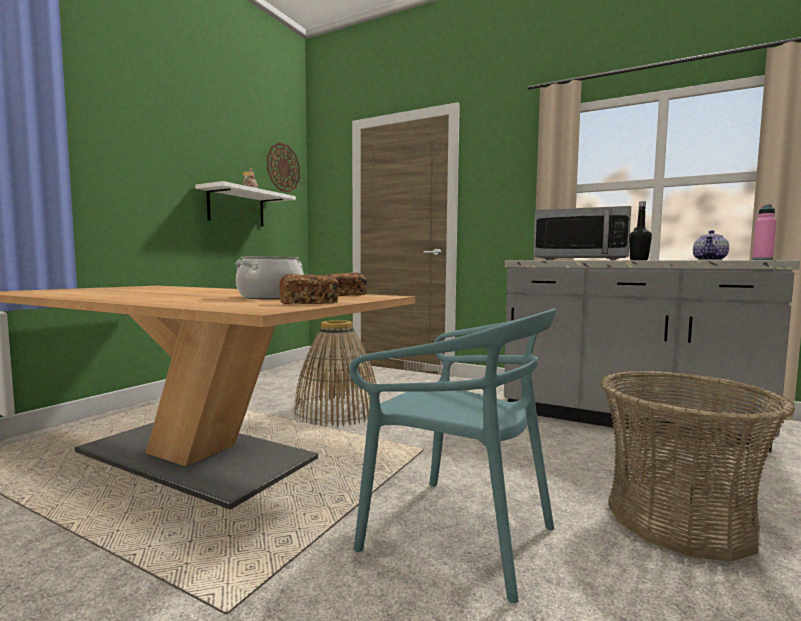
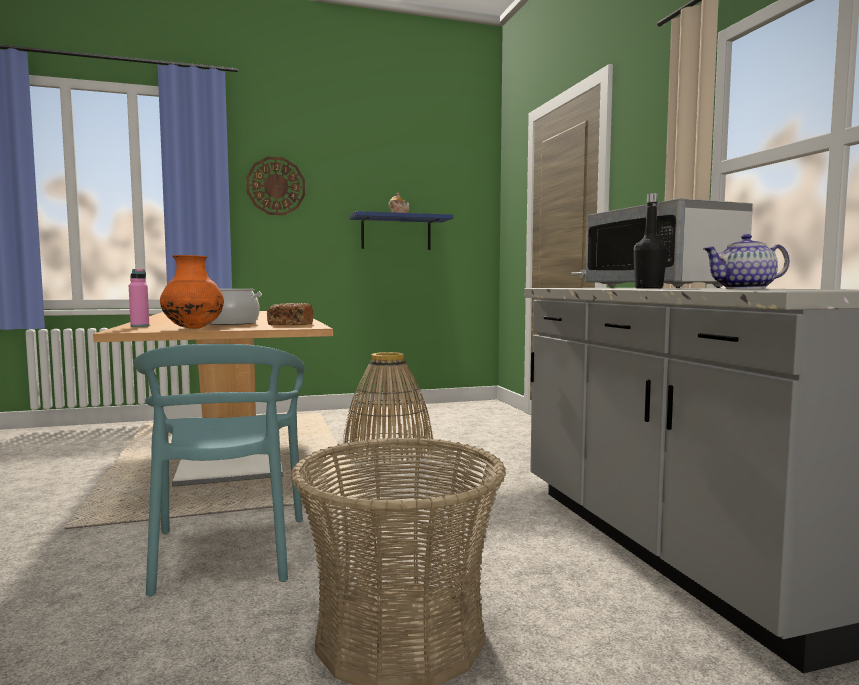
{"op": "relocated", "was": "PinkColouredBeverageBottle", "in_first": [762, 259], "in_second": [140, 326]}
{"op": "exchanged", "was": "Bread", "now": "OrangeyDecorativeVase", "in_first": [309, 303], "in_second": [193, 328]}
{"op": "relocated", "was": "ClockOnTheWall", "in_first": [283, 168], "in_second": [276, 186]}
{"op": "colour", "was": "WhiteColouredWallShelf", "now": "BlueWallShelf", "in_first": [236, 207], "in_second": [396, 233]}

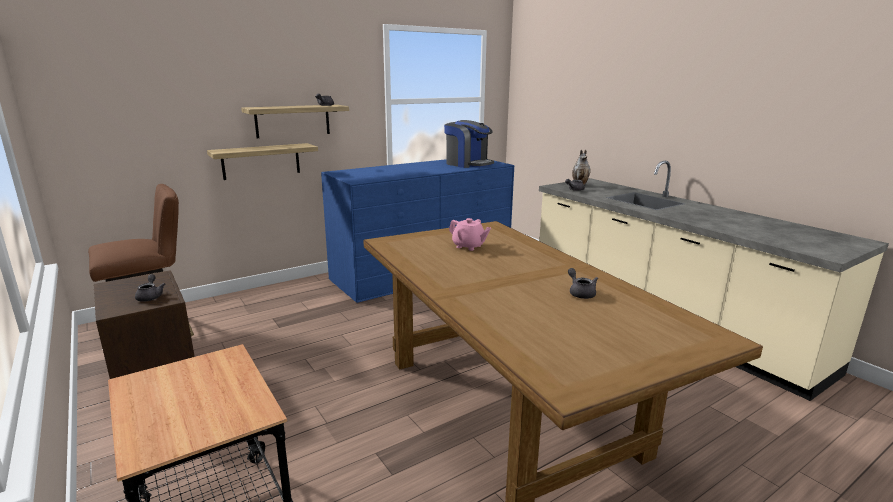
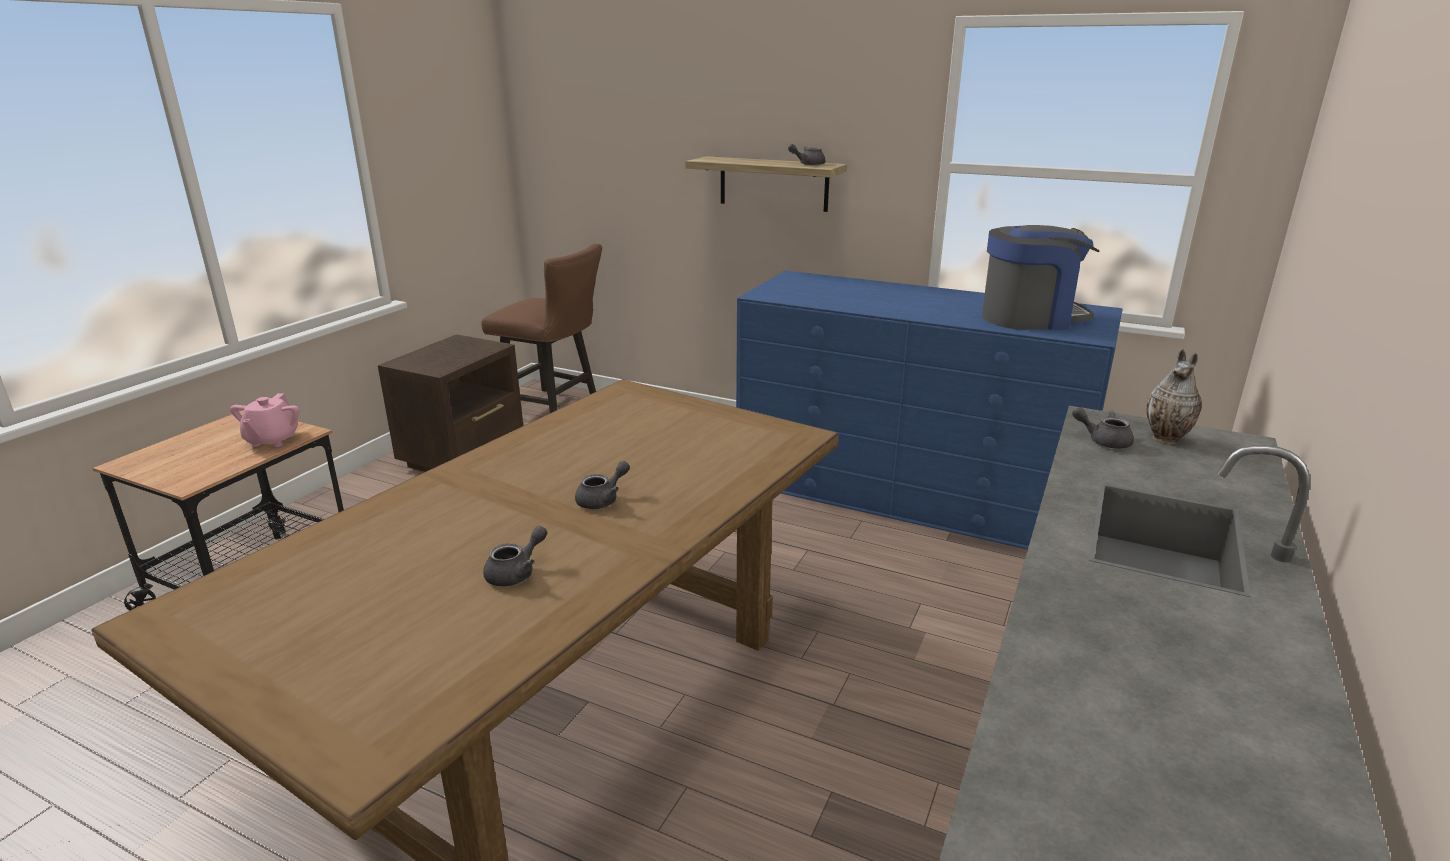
{"op": "relocated", "was": "PinkColouredPotForTea", "in_first": [468, 246], "in_second": [272, 440]}
{"op": "relocated", "was": "GreyishPotForTea", "in_first": [150, 296], "in_second": [603, 500]}
{"op": "spun", "was": "CoffeeMachine", "in_first": [468, 164], "in_second": [1030, 318], "clockwise": -105}
{"op": "missing", "was": "WallShelf", "in_first": [261, 161]}

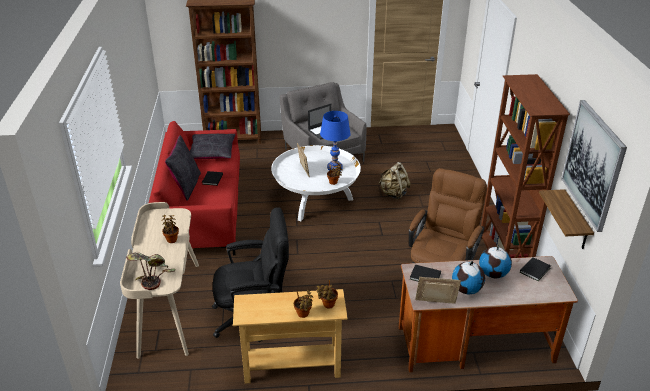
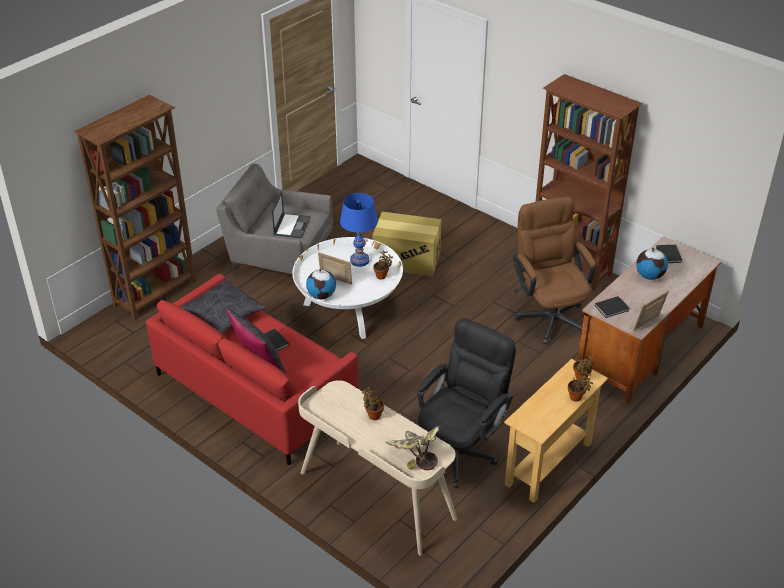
{"op": "relocated", "was": "Globe", "in_first": [467, 290], "in_second": [322, 295]}
{"op": "exchanged", "was": "BeigeColouredKnapsack", "now": "CardboardBox", "in_first": [393, 194], "in_second": [407, 260]}
{"op": "missing", "was": "WallShelf", "in_first": [576, 221]}
{"op": "missing", "was": "WallArt", "in_first": [593, 164]}

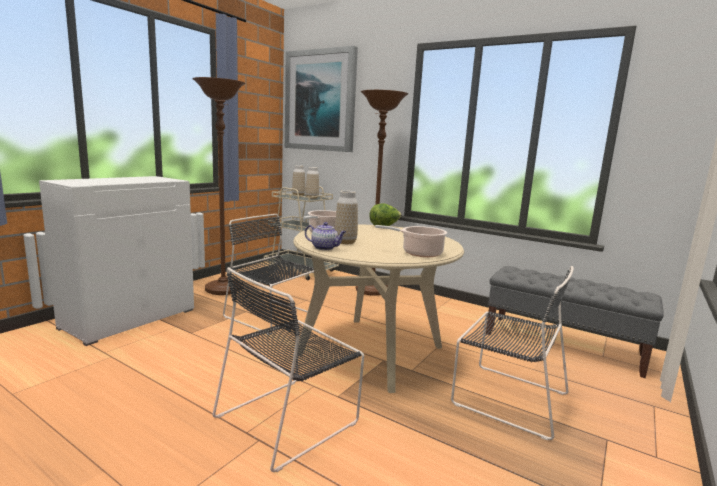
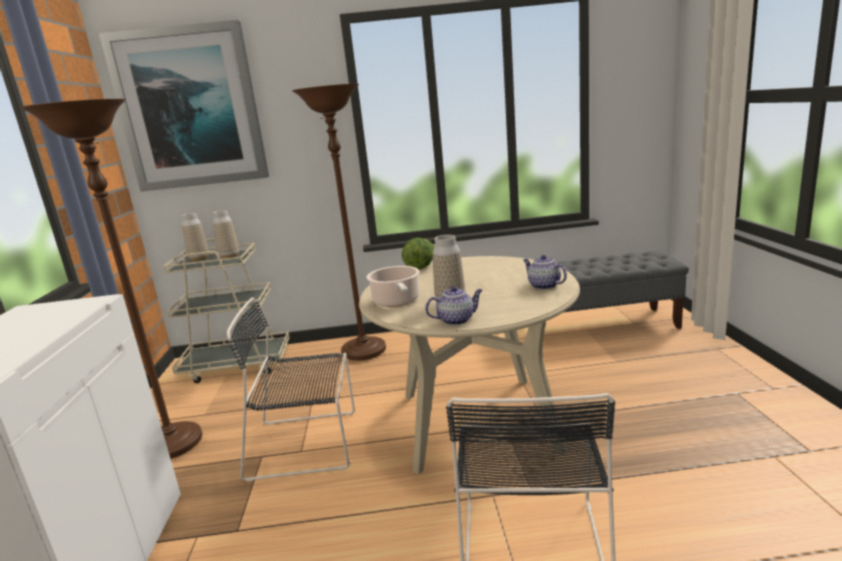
{"op": "exchanged", "was": "Stockpot", "now": "PotForTea", "in_first": [419, 253], "in_second": [543, 285]}
{"op": "missing", "was": "BlackColouredPlainChair", "in_first": [506, 397]}

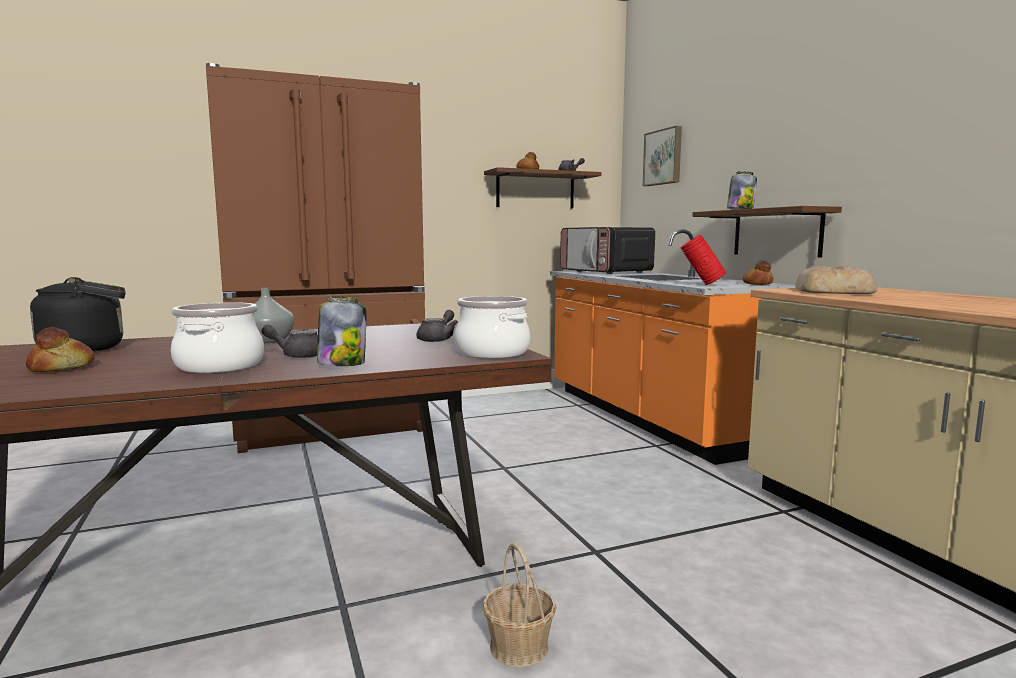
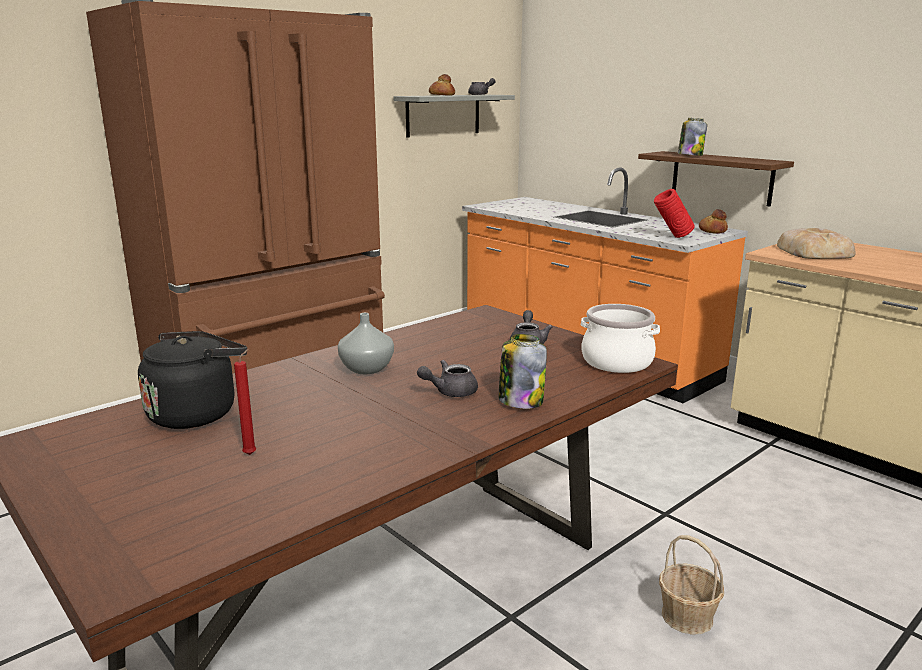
{"op": "exchanged", "was": "Bread", "now": "RedWaxLight", "in_first": [62, 368], "in_second": [251, 454]}
{"op": "colour", "was": "BrownishWallShelf", "now": "GreyishWallShelf", "in_first": [535, 190], "in_second": [443, 115]}
{"op": "missing", "was": "Stockpot", "in_first": [219, 366]}
{"op": "missing", "was": "KitchenMicrowave", "in_first": [606, 272]}
{"op": "missing", "was": "WallArt", "in_first": [664, 157]}

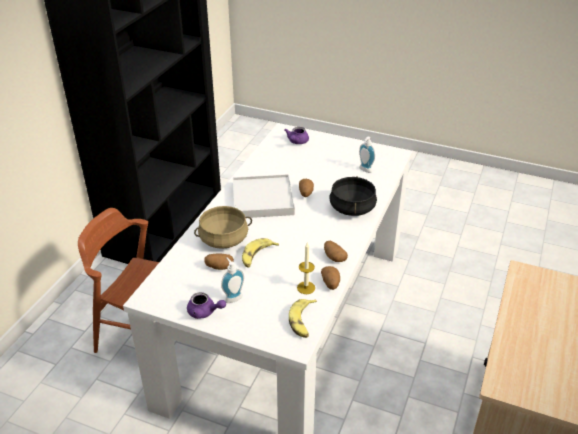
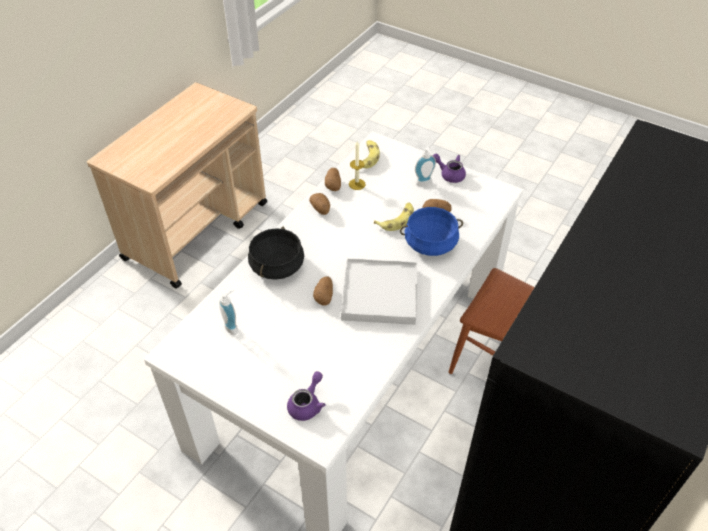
{"op": "colour", "was": "BeigeColouredStockpot", "now": "BlueStockpot", "in_first": [223, 240], "in_second": [430, 243]}

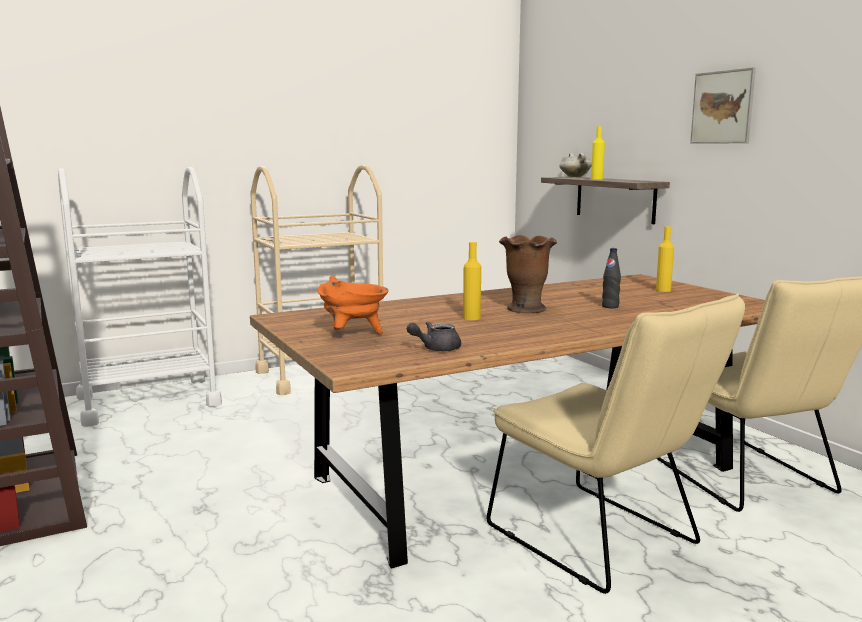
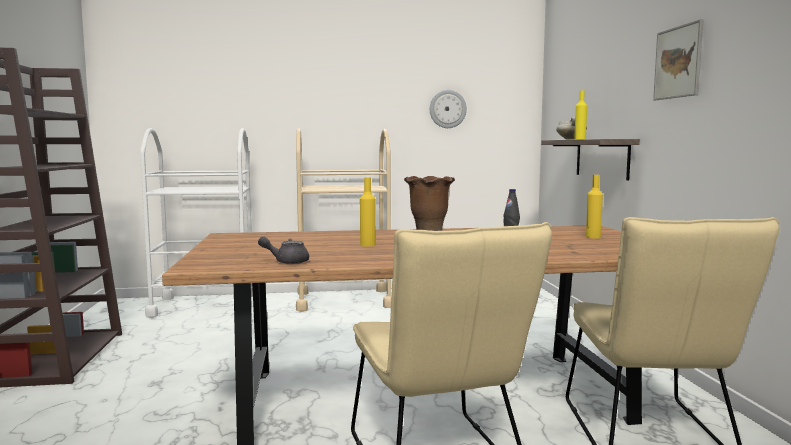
{"op": "appeared", "now": "ClockOnTheWall", "in_second": [447, 109]}
{"op": "missing", "was": "OrangeyStockpot", "in_first": [353, 335]}

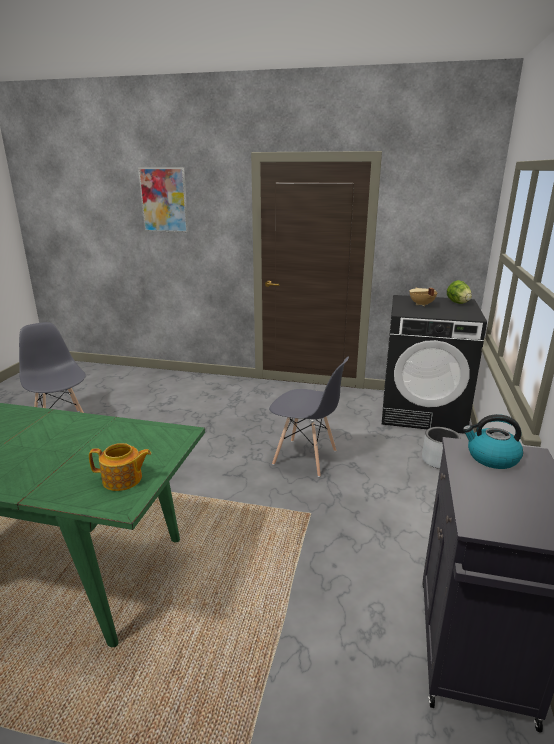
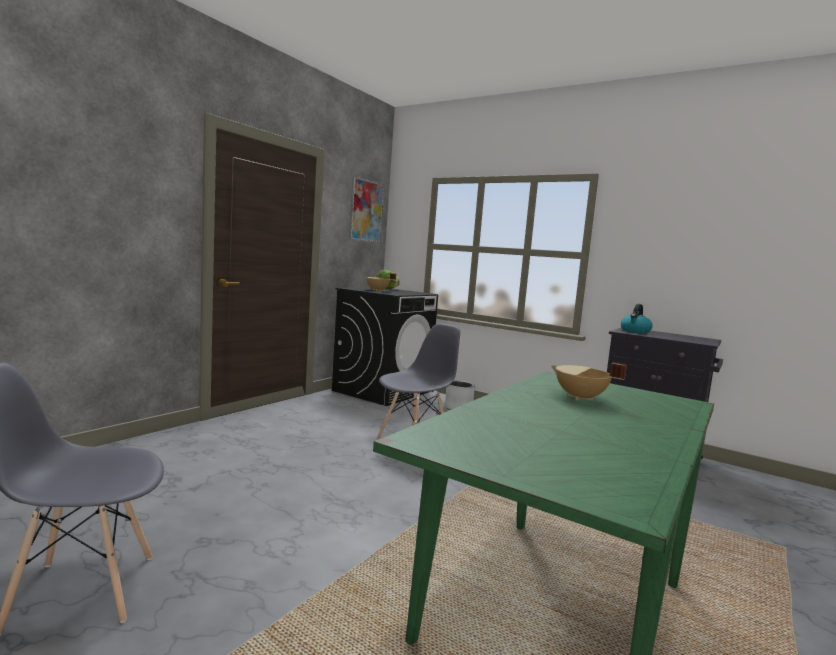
{"op": "relocated", "was": "WallArt", "in_first": [164, 200], "in_second": [365, 211]}
{"op": "appeared", "now": "BeigeColouredStockpot", "in_second": [580, 398]}
{"op": "missing", "was": "PotForTea", "in_first": [123, 480]}

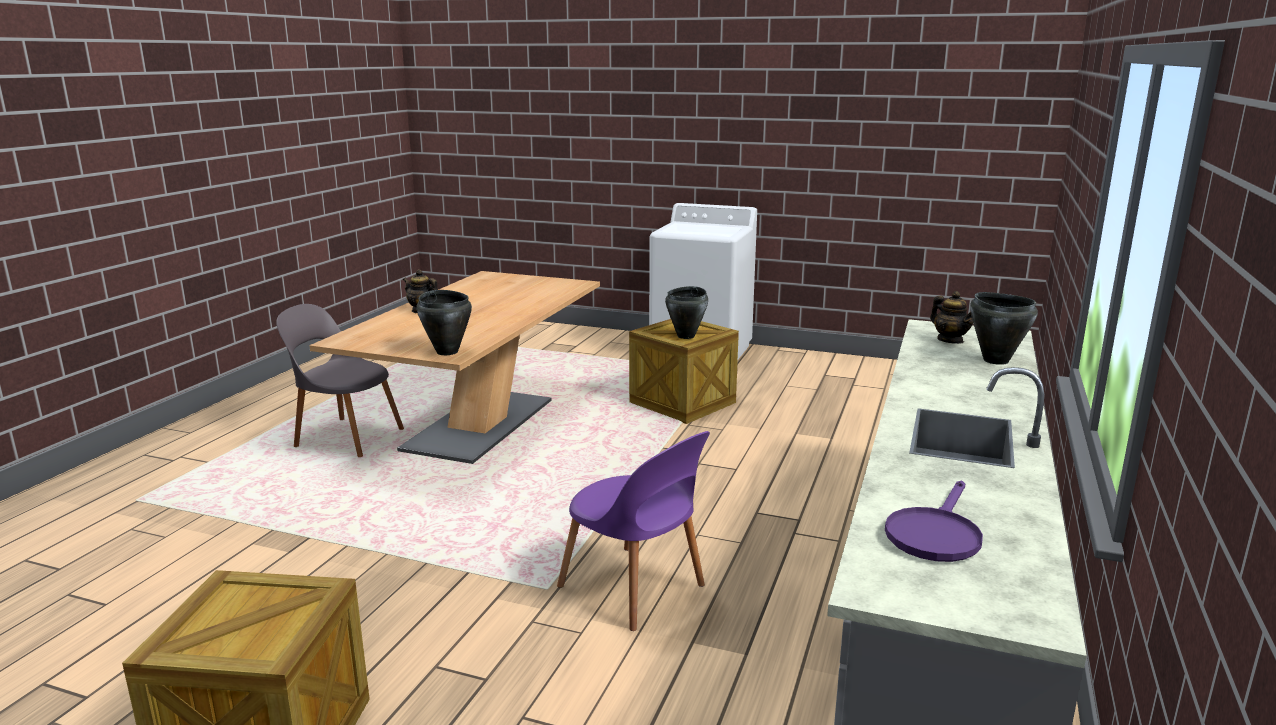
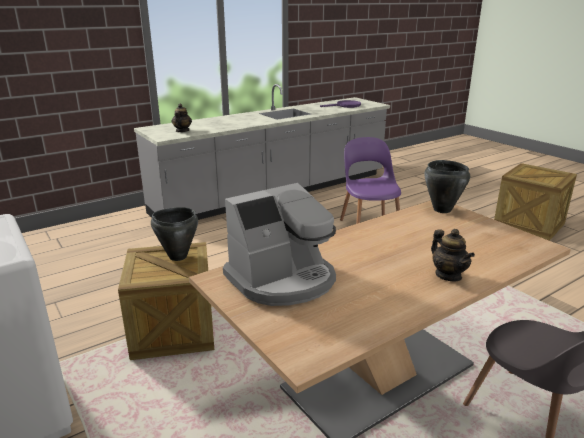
{"op": "appeared", "now": "CoffeeMachine", "in_second": [282, 280]}
{"op": "missing", "was": "BlackColouredStockpot", "in_first": [995, 360]}

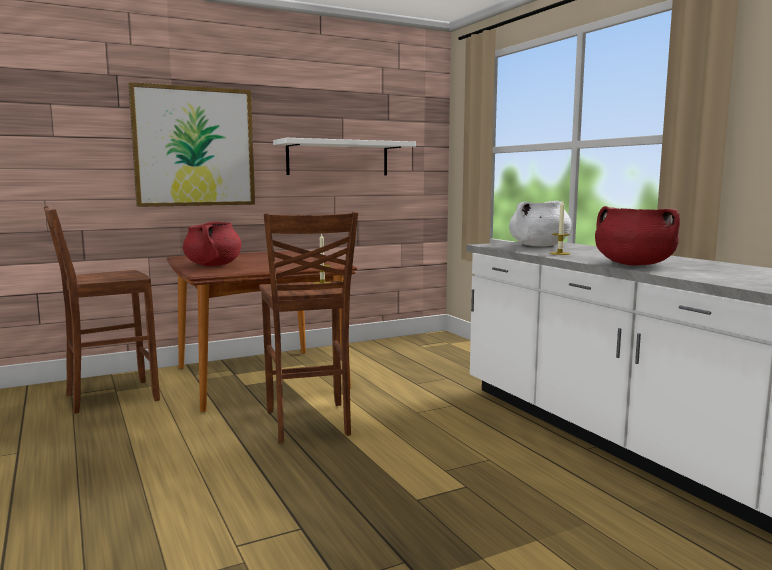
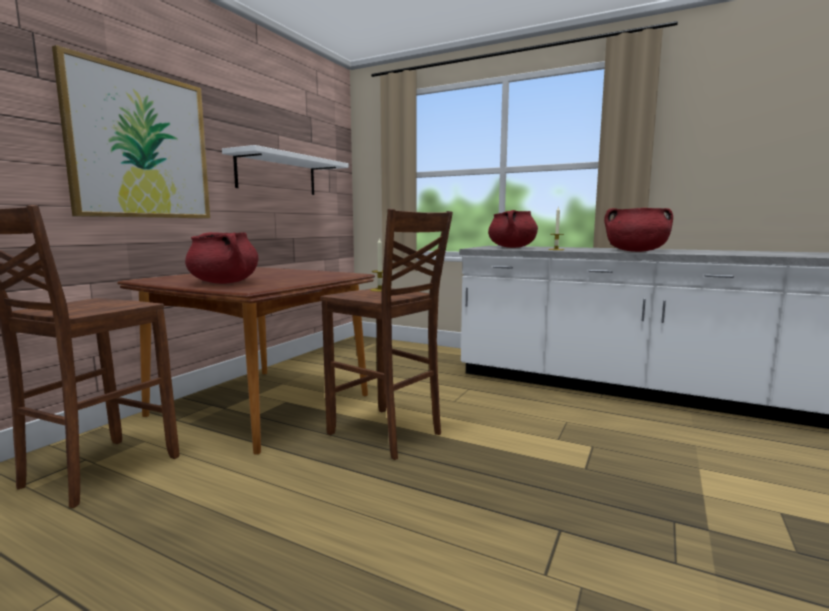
{"op": "colour", "was": "WhiteColouredStockpot", "now": "RedStockpot", "in_first": [538, 246], "in_second": [512, 247]}

